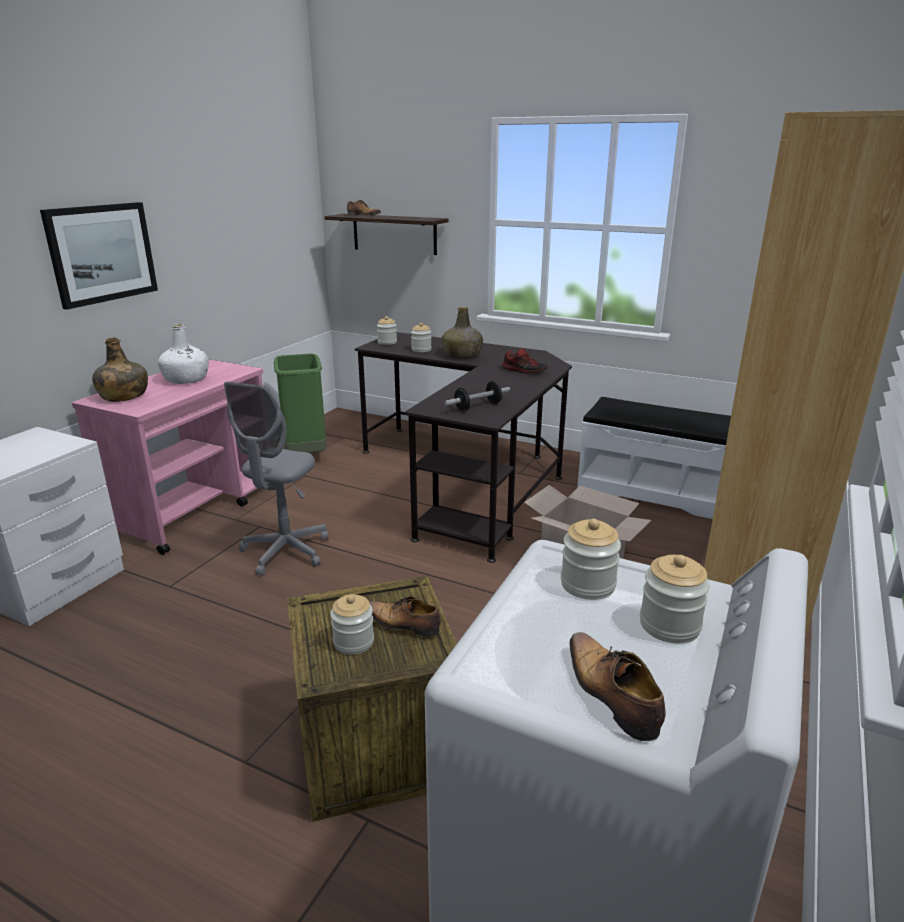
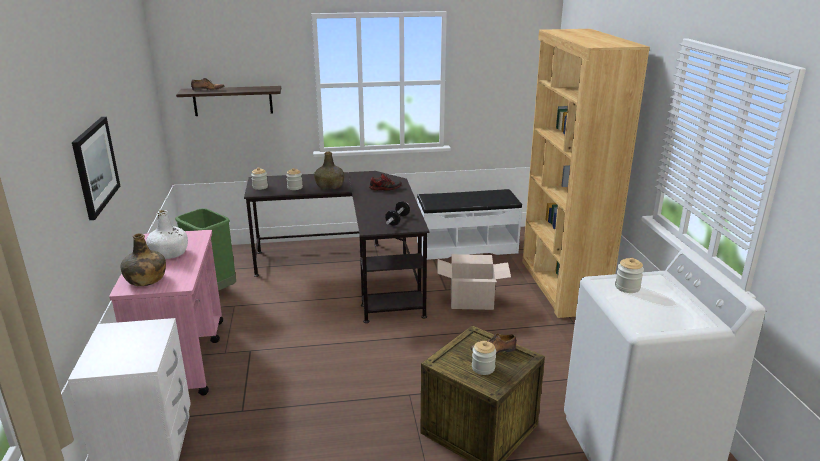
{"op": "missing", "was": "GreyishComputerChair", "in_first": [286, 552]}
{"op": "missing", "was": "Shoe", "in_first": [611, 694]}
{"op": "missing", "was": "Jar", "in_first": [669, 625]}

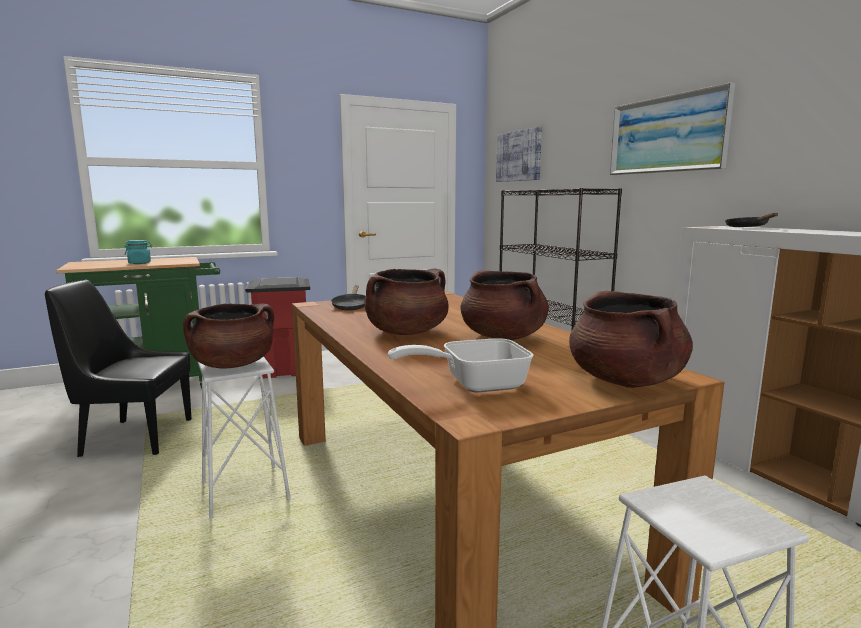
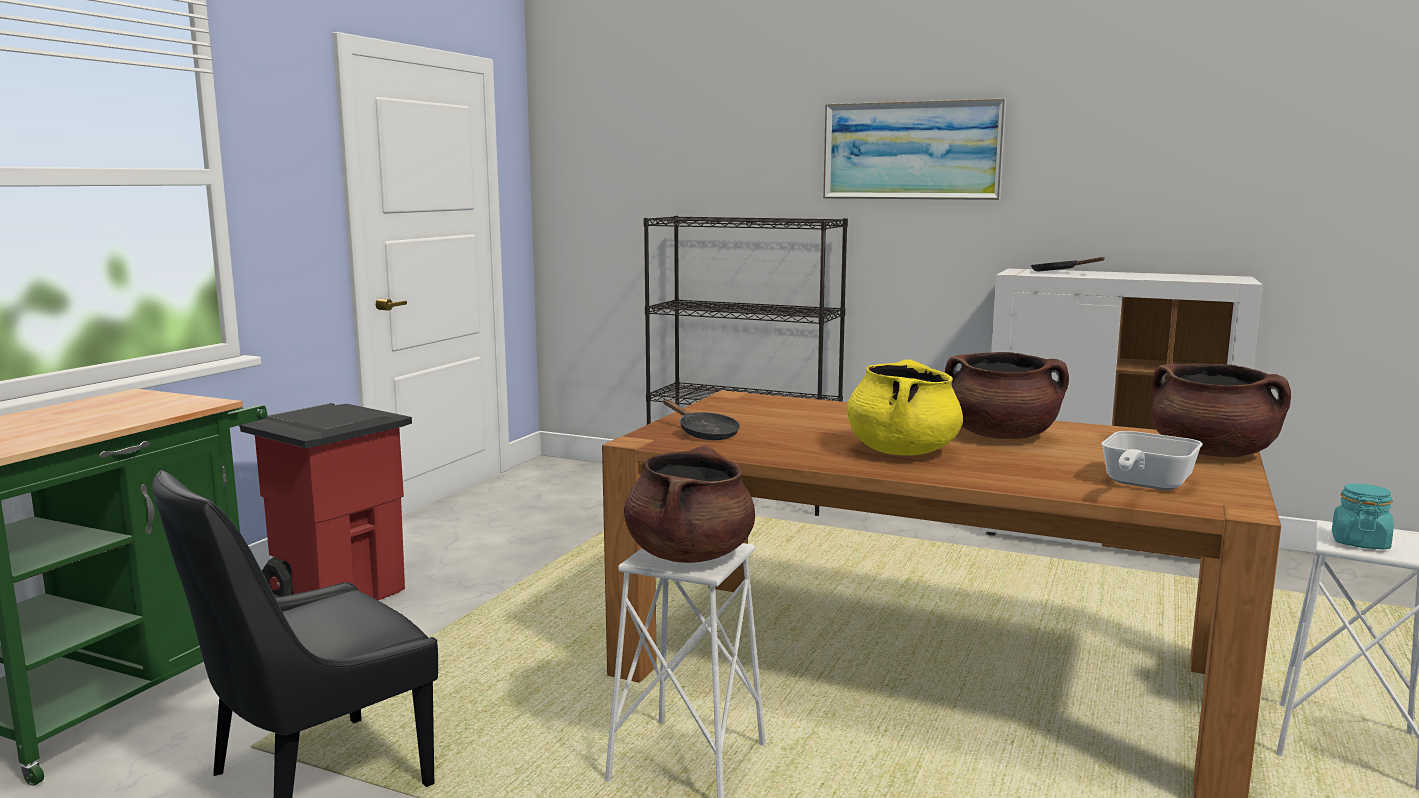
{"op": "colour", "was": "BrownishStockpot", "now": "YellowColouredStockpot", "in_first": [407, 332], "in_second": [902, 451]}
{"op": "relocated", "was": "TurquoiseColouredJar", "in_first": [140, 263], "in_second": [1359, 543]}
{"op": "missing", "was": "WallArt", "in_first": [518, 156]}

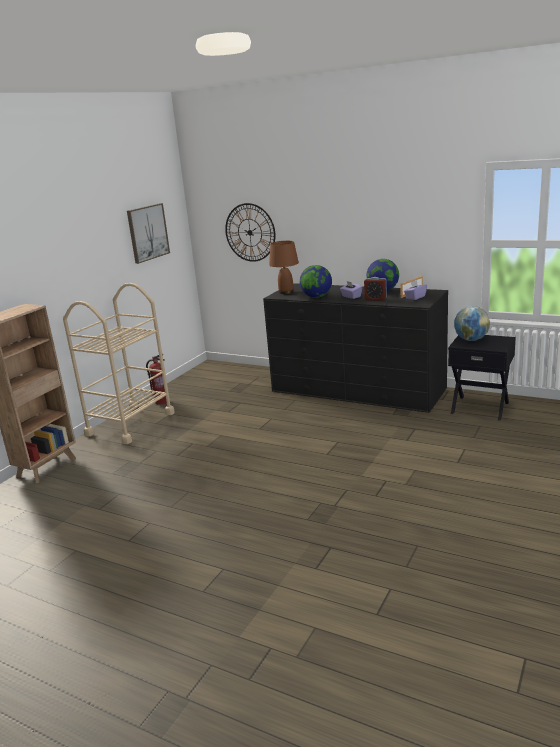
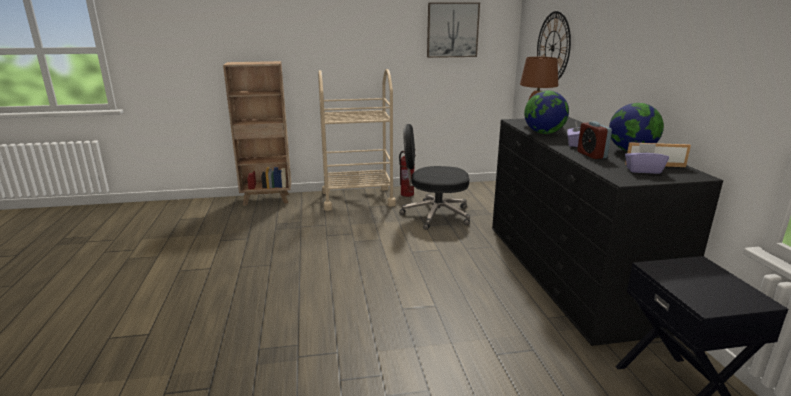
{"op": "appeared", "now": "BlackColouredComputerChair", "in_second": [434, 215]}
{"op": "missing", "was": "Globe", "in_first": [471, 340]}

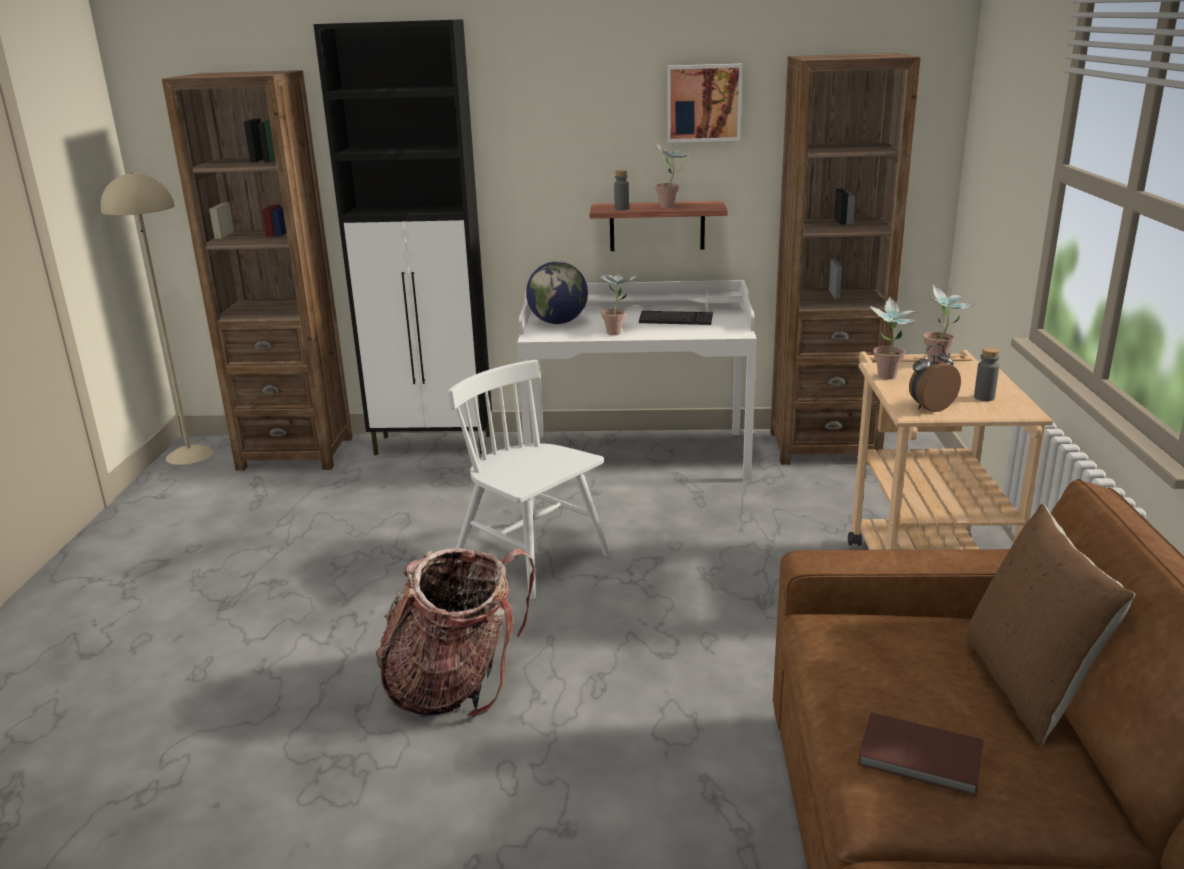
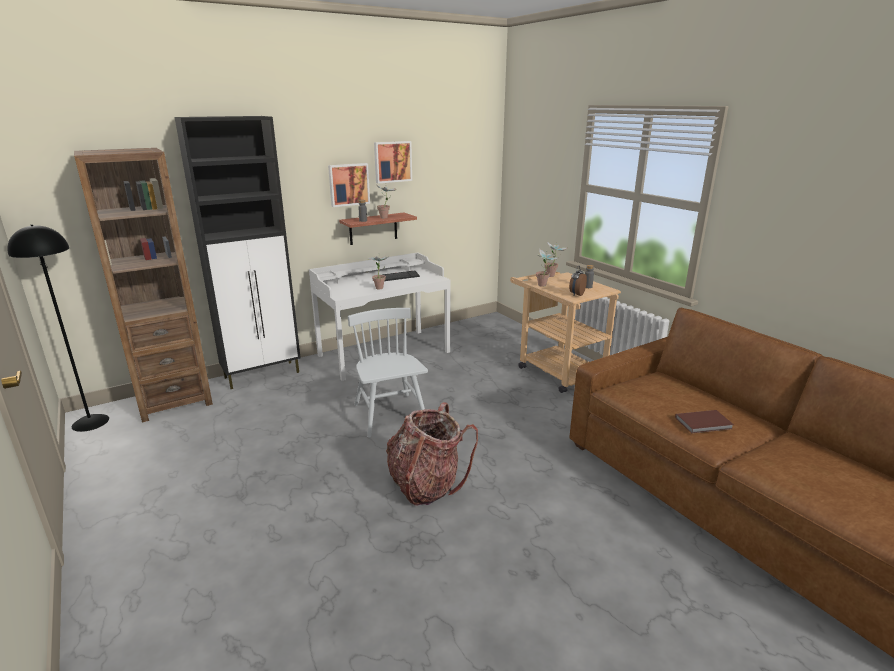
{"op": "colour", "was": "BeigeColouredStandingLamp", "now": "BlackColouredStandingLamp", "in_first": [190, 455], "in_second": [91, 422]}
{"op": "appeared", "now": "WallArt", "in_second": [348, 184]}
{"op": "spun", "was": "WhiteColouredPlainChair", "in_first": [532, 557], "in_second": [390, 415], "clockwise": 60}
{"op": "missing", "was": "Globe", "in_first": [558, 322]}
{"op": "missing", "was": "BrownishShelvingUnit", "in_first": [823, 447]}
{"op": "missing", "was": "BrownishCushion", "in_first": [1028, 687]}

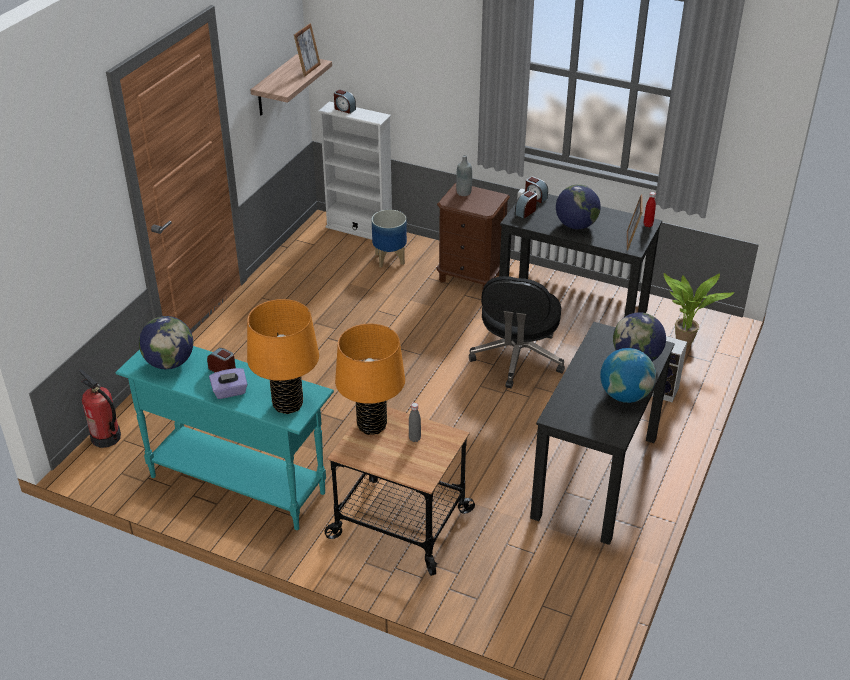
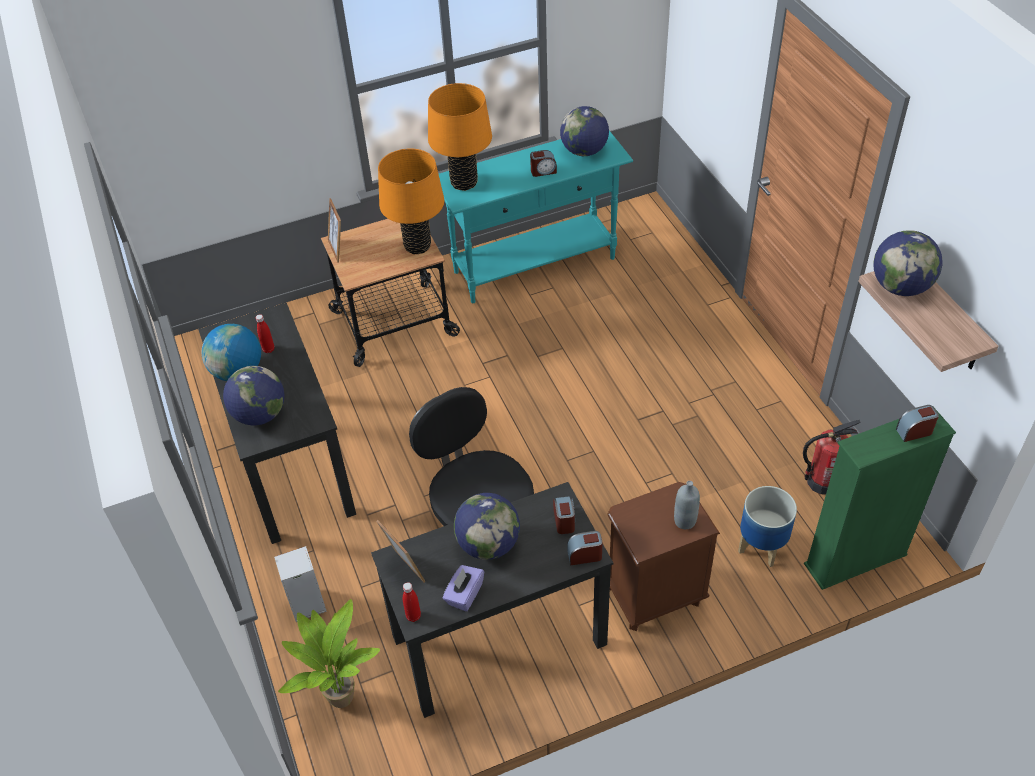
{"op": "appeared", "now": "RedBeverageBottle", "in_second": [268, 349]}
{"op": "relocated", "was": "PictureFrame", "in_first": [308, 69], "in_second": [338, 249]}
{"op": "relocated", "was": "PurpleTissueBox", "in_first": [230, 392], "in_second": [464, 594]}
{"op": "relocated", "was": "Extinguisher", "in_first": [106, 438], "in_second": [822, 481]}
{"op": "colour", "was": "WhiteColouredShelvingUnit", "now": "GreenShelvingUnit", "in_first": [359, 229], "in_second": [855, 560]}
{"op": "appeared", "now": "Globe", "in_second": [900, 287]}
{"op": "missing", "was": "GreyishBeverageBottle", "in_first": [414, 438]}

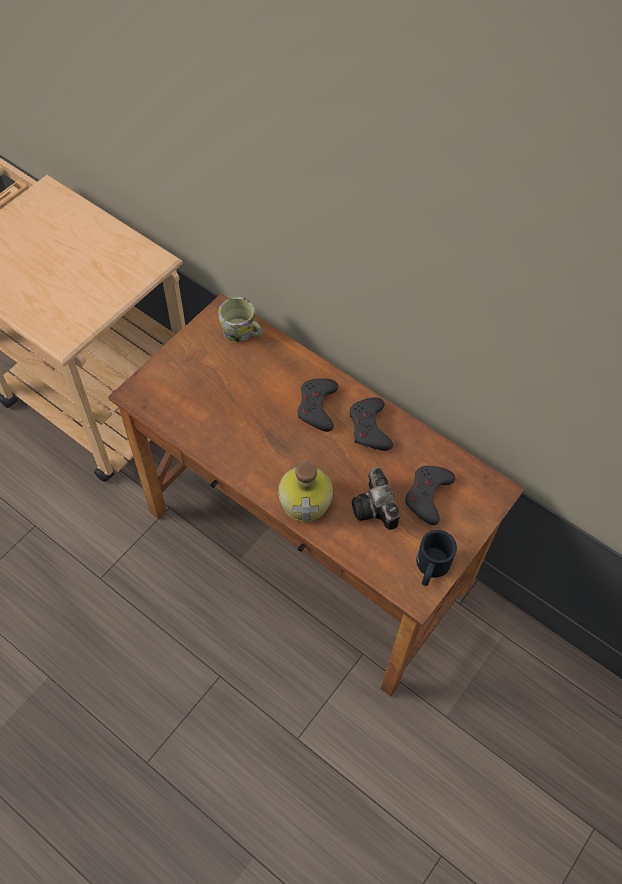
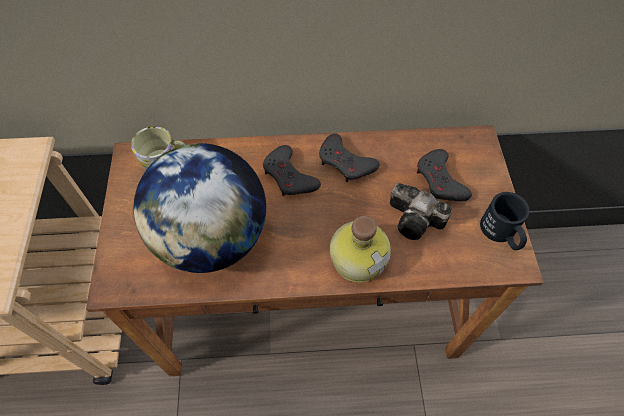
{"op": "appeared", "now": "Globe", "in_second": [212, 237]}

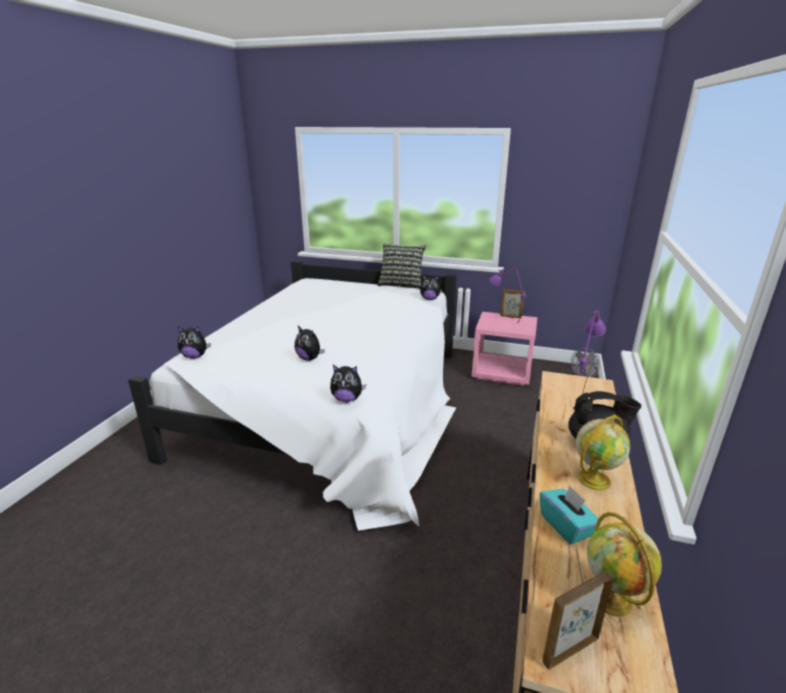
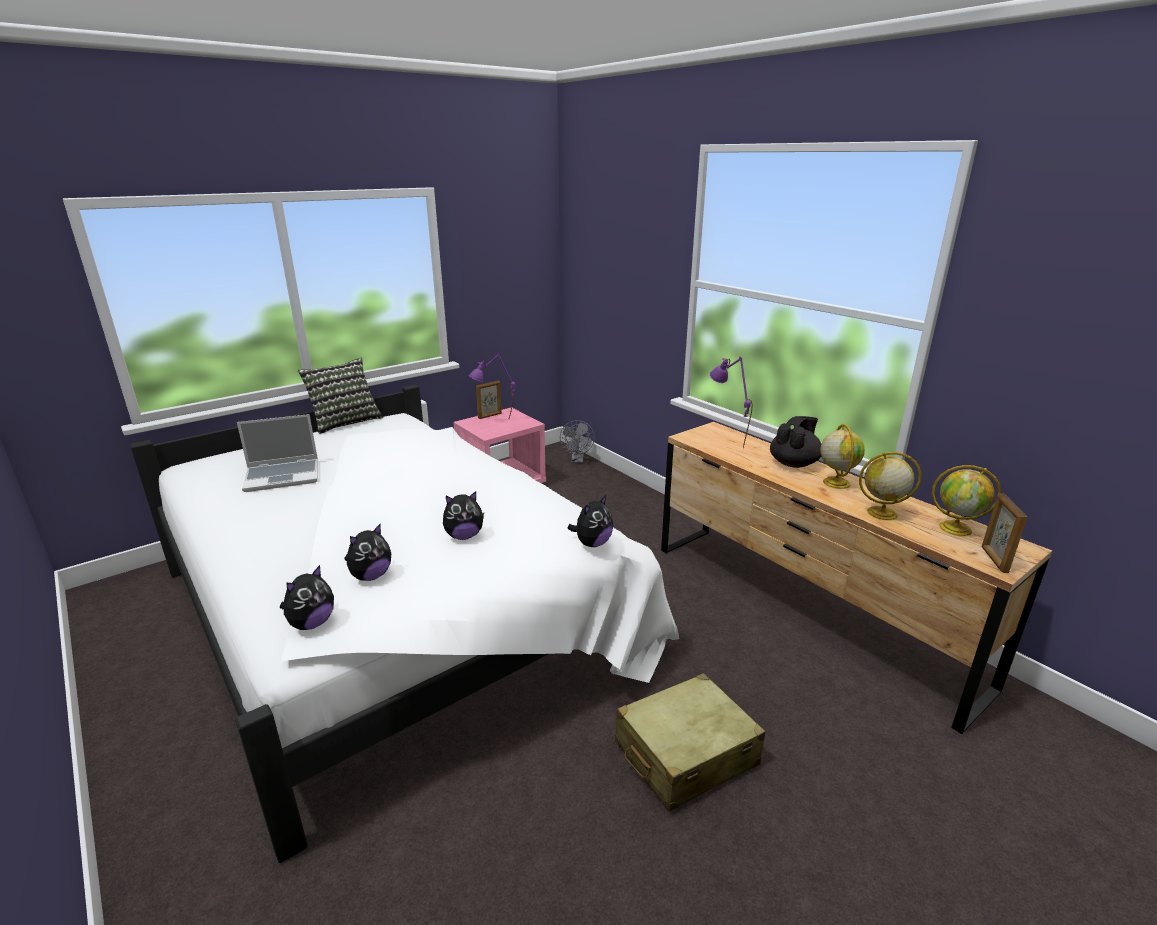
{"op": "appeared", "now": "Laptop", "in_second": [283, 476]}
{"op": "relocated", "was": "SoftToy", "in_first": [430, 299], "in_second": [370, 576]}
{"op": "appeared", "now": "BeigeColouredTravelCase", "in_second": [685, 754]}
{"op": "exchanged", "was": "TurquoiseColouredTissueBox", "now": "Globe", "in_first": [566, 526], "in_second": [881, 513]}

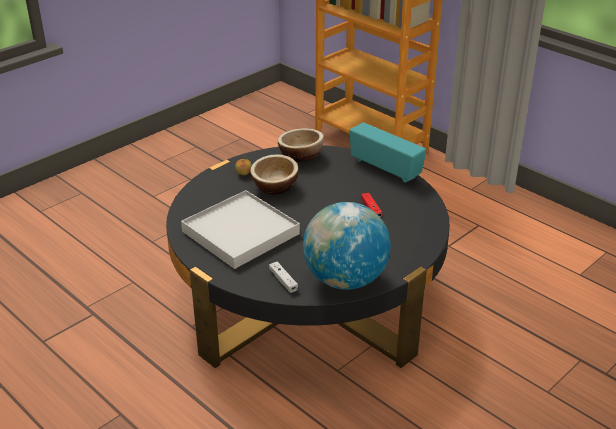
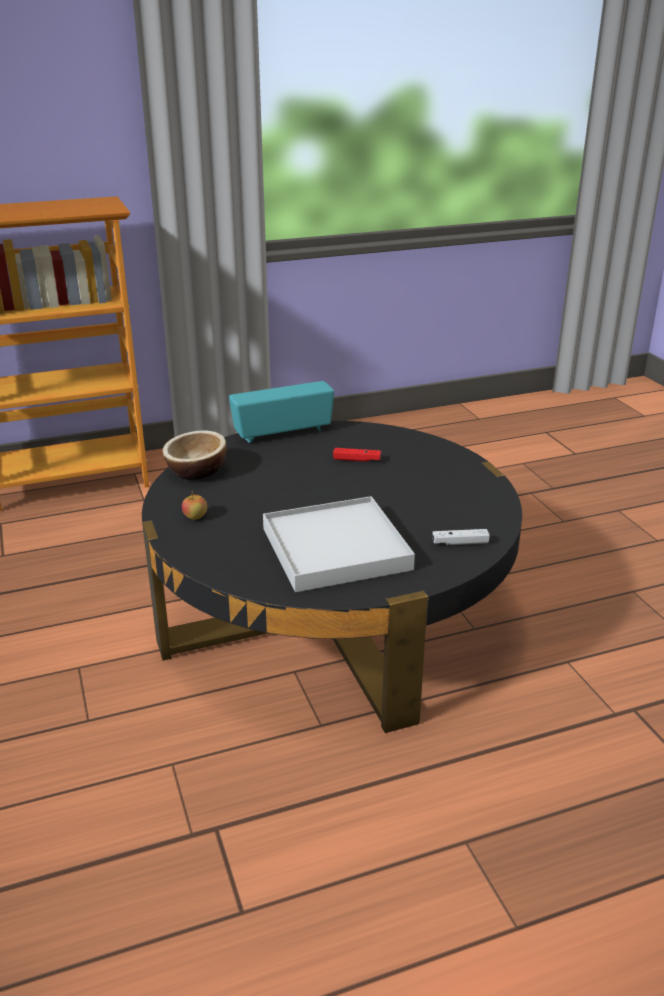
{"op": "missing", "was": "DeepDish", "in_first": [275, 186]}
{"op": "missing", "was": "Globe", "in_first": [345, 279]}

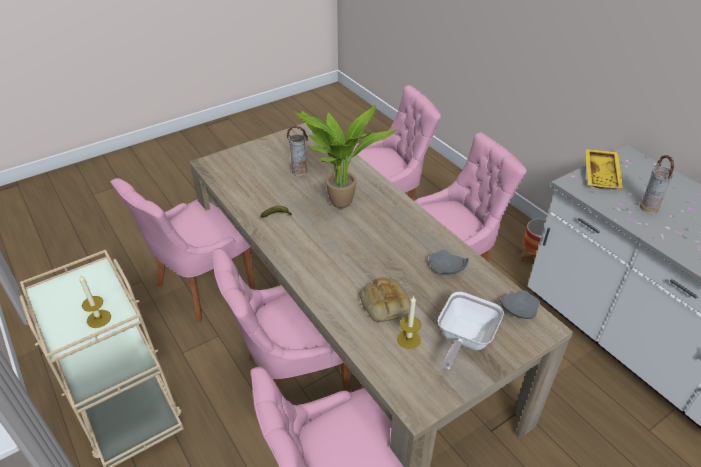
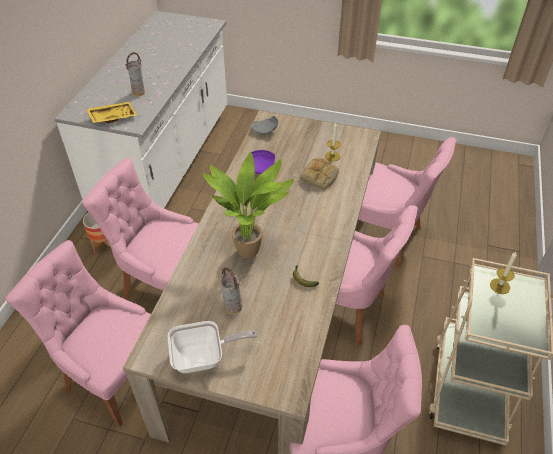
{"op": "relocated", "was": "Skillet", "in_first": [463, 340], "in_second": [204, 357]}
{"op": "colour", "was": "GreyishPlate", "now": "PurplePlate", "in_first": [446, 269], "in_second": [261, 167]}

